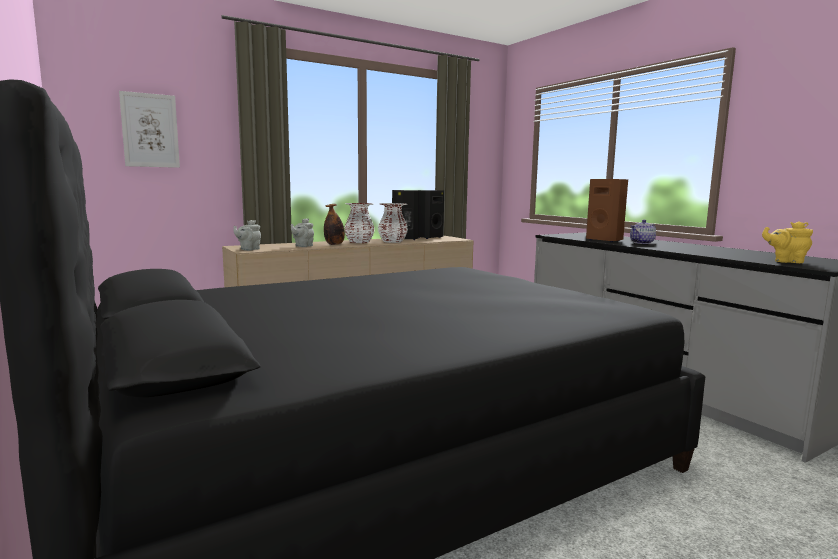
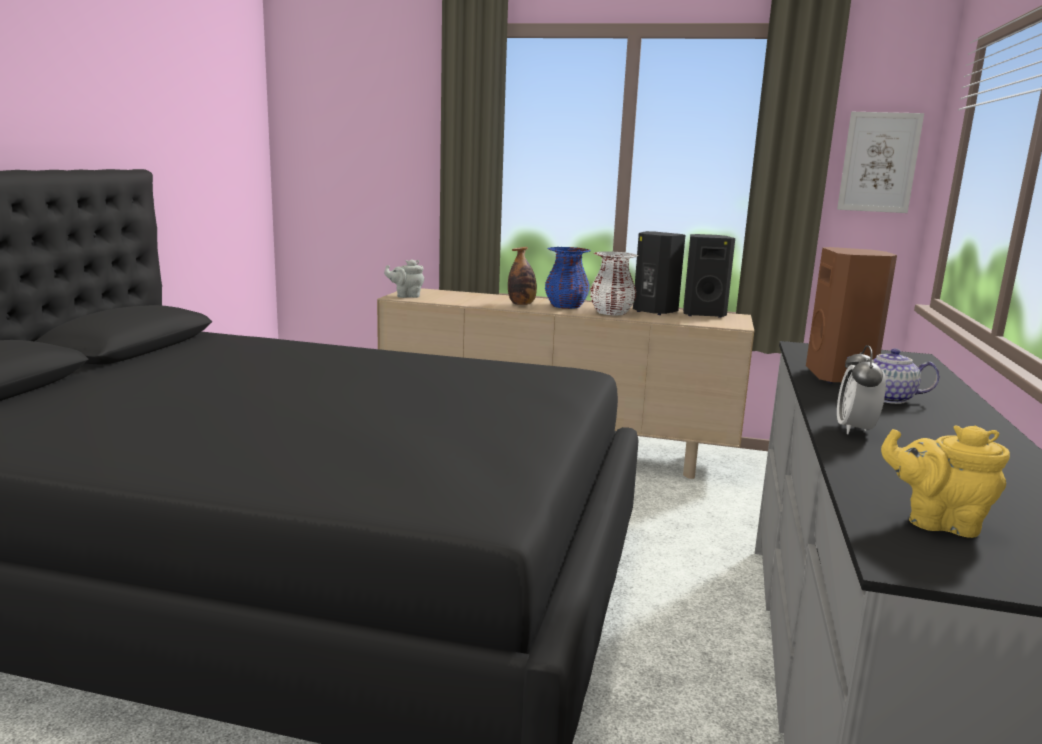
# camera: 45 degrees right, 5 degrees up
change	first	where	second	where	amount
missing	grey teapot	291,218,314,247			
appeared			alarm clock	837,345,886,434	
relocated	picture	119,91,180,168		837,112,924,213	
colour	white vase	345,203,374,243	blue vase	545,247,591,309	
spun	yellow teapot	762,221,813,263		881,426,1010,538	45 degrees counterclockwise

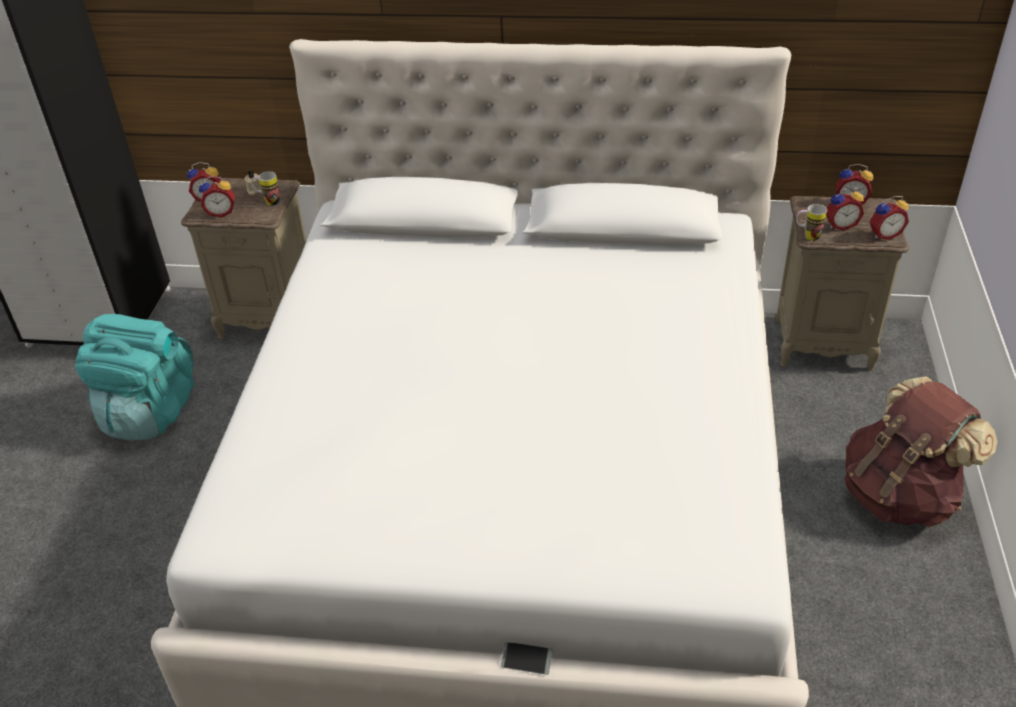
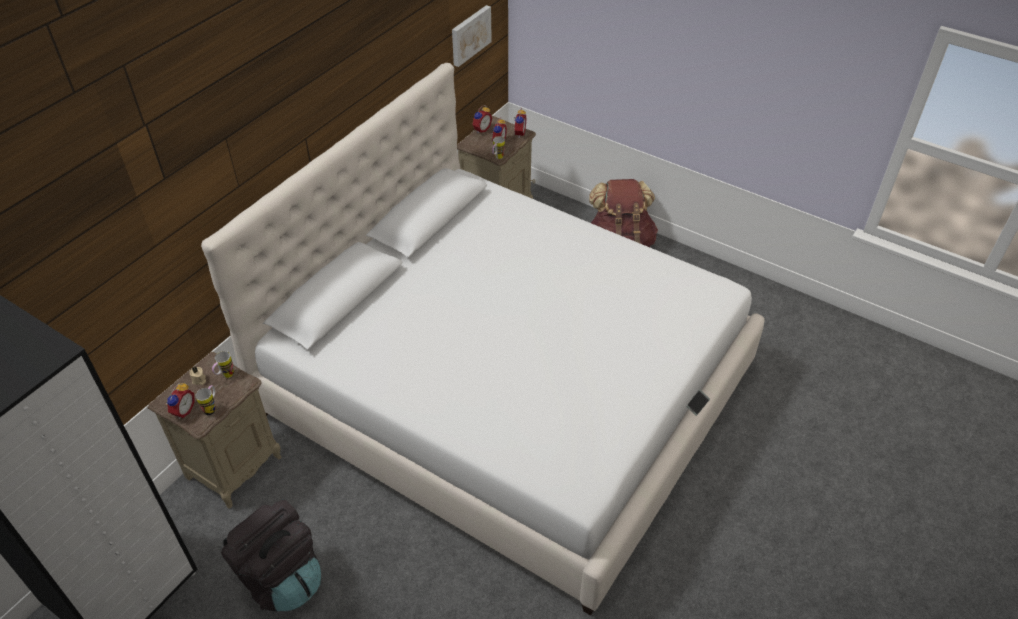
# camera: 65 degrees left, 5 degrees up
change	first	where	second	where	amount
appeared			picture	452,5,492,67	
exchanged	alarm clock	199,176,235,218	mug	195,385,216,416	
colour	turquoise backpack	75,314,194,441	black backpack	221,500,321,611	

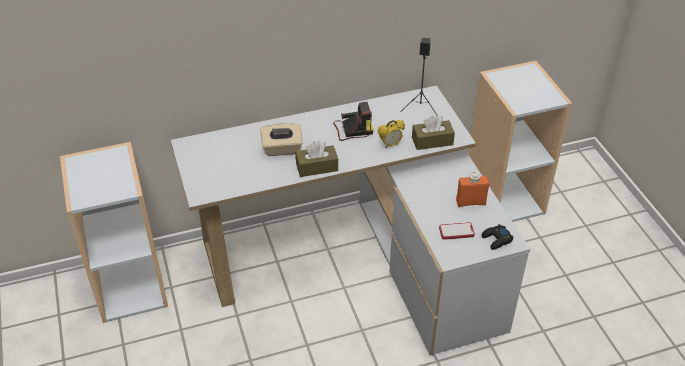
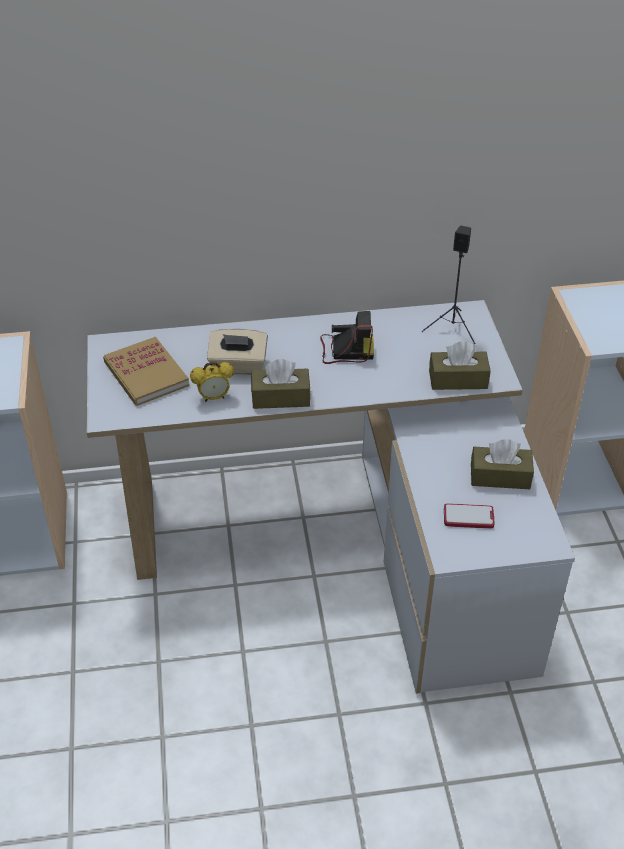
# camera: 10 degrees right, 0 degrees up
change	first	where	second	where	amount
missing	black game controller	481,224,513,250			
appeared			book	103,337,189,406	
relocated	alarm clock	378,120,405,148		190,361,234,402	
exchanged	orange bottle	456,172,489,207	brown tissue box	471,439,534,489	

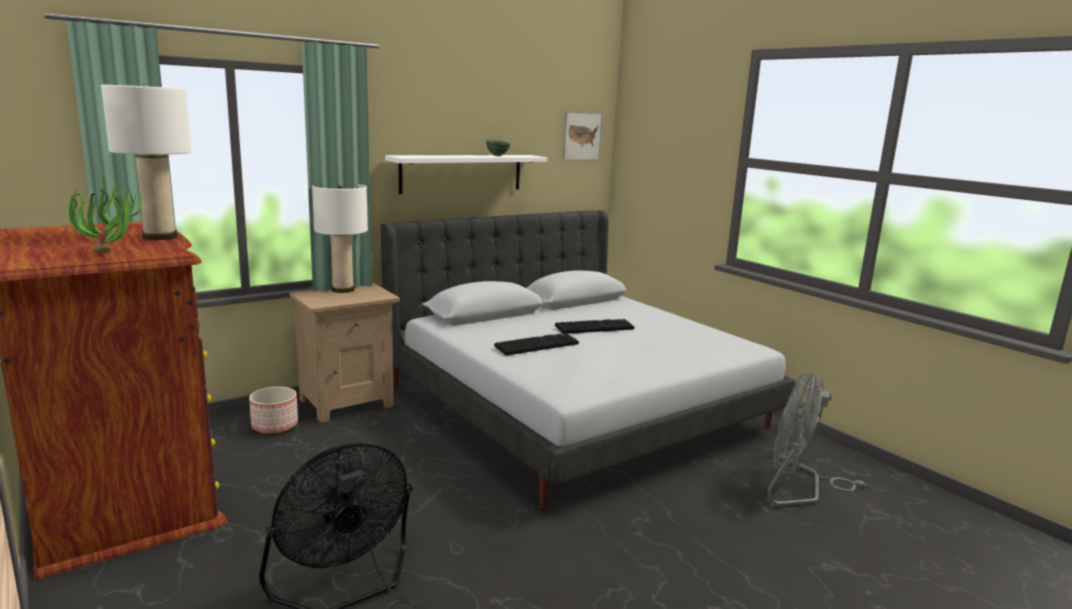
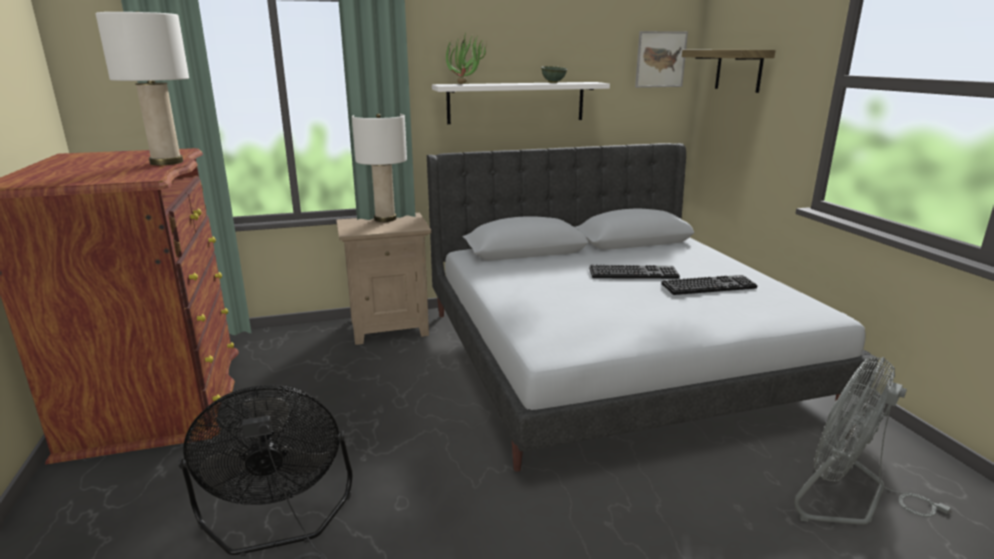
# camera: 20 degrees right, 5 degrees up
change	first	where	second	where	amount
missing	planter	249,387,298,434			
appeared			shelf	682,50,776,93	
relocated	potted plant	66,174,142,254		445,32,487,84	
relocated	keyboard	494,333,579,356		661,275,758,295	

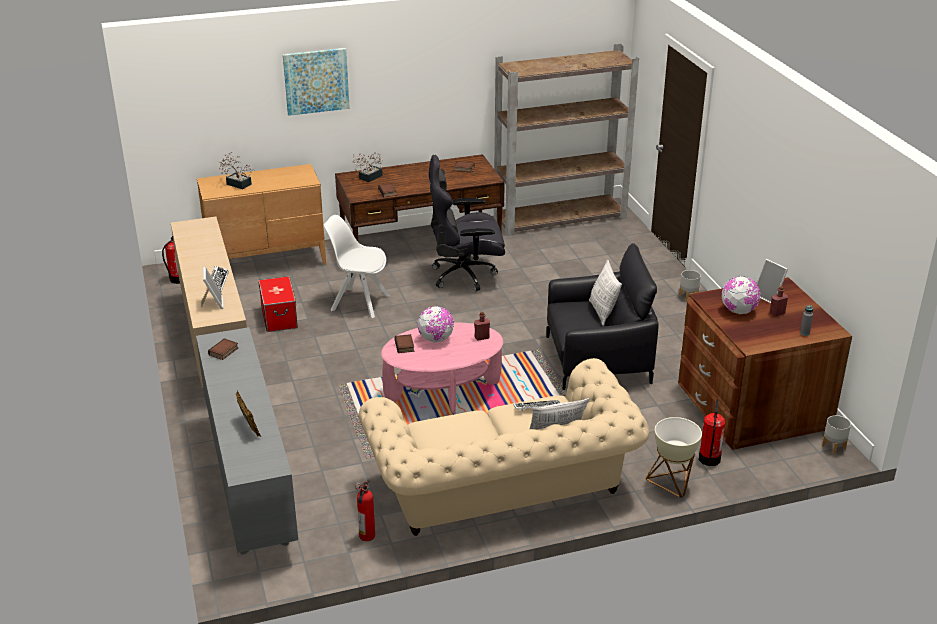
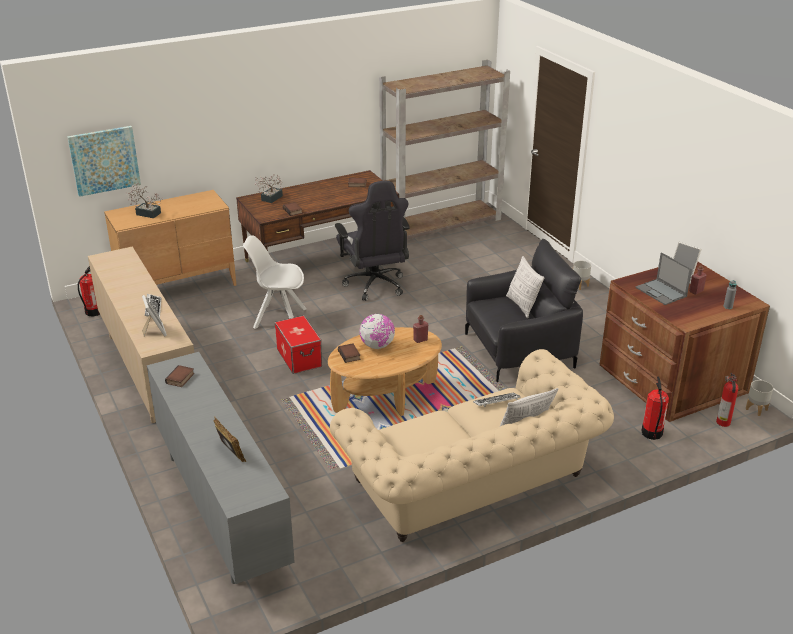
# camera: 10 degrees left, 0 degrees up
change	first	where	second	where	amount
missing	planter	646,417,702,497			
relocated	storage box	258,276,298,332		275,315,322,374	
relocated	picture	283,48,350,116		67,126,141,197	
relocated	fire extinguisher	355,480,375,541		716,373,738,427	
exchanged	globe	722,276,760,314	laptop	635,252,692,305	
colour	pink coffee table	381,323,503,414	brown coffee table	328,327,442,416	
spun	black office chair	429,155,505,291		335,181,410,301	90 degrees counterclockwise

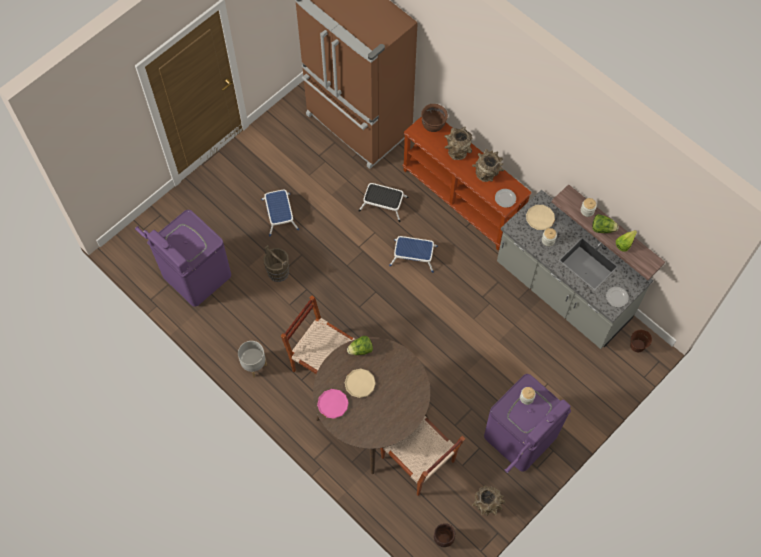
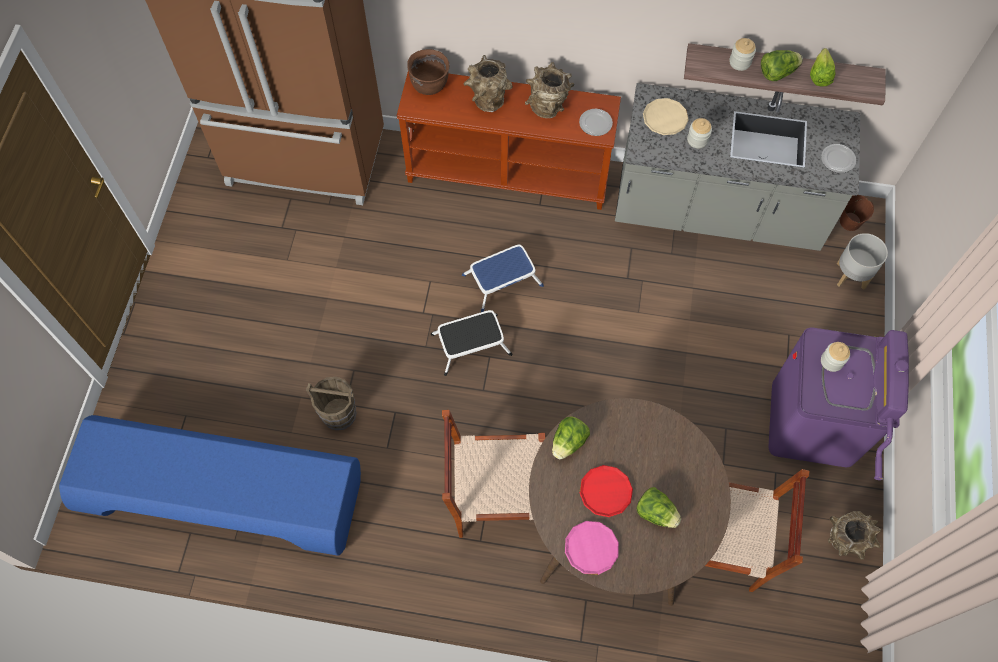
# camera: 35 degrees left, 0 degrees up
change	first	where	second	where	amount
missing	blue step ladder	261,190,299,236			
missing	brown planter	434,523,456,547			
appeared			lettuce	636,487,681,528	
relocated	grey planter	238,341,267,378		837,233,888,290	
relocated	black step ladder	358,183,409,222		430,310,512,376	
exchanged	purple washing machine	135,210,231,307	blue bench	59,415,361,556	
colour	beige plate	345,368,376,398	red plate	579,465,633,517	

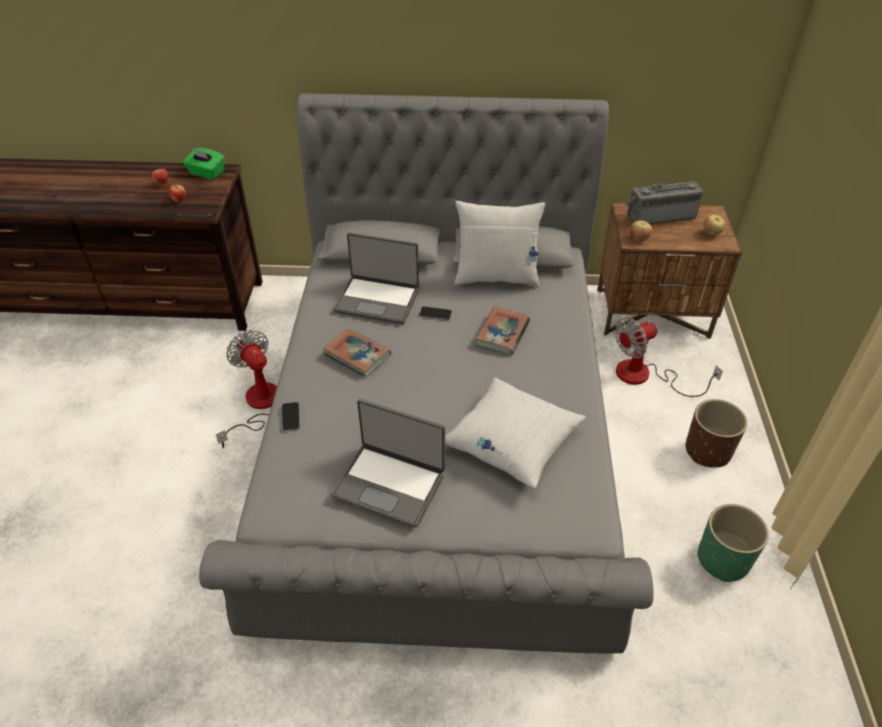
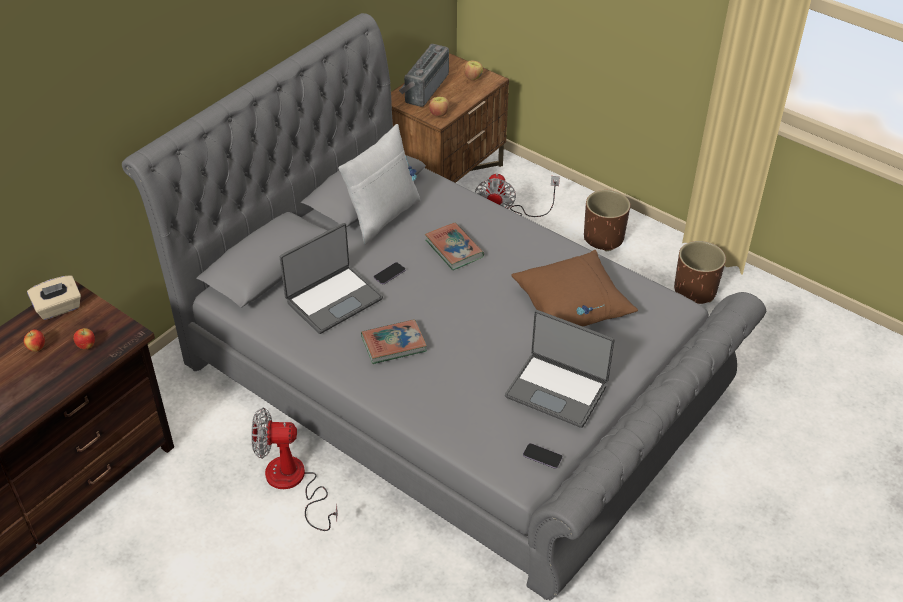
# camera: 55 degrees left, 0 degrees up
change	first	where	second	where	amount
relocated	phone	282,402,300,431		523,443,563,469	
colour	green tissue box	183,148,224,180	beige tissue box	27,275,81,320	
colour	grey pillow	445,377,586,489	brown pillow	511,250,638,327	
colour	green planter	697,504,769,582	brown planter	674,241,726,304	
spun	laptop	331,399,445,527		505,310,615,428	60 degrees clockwise

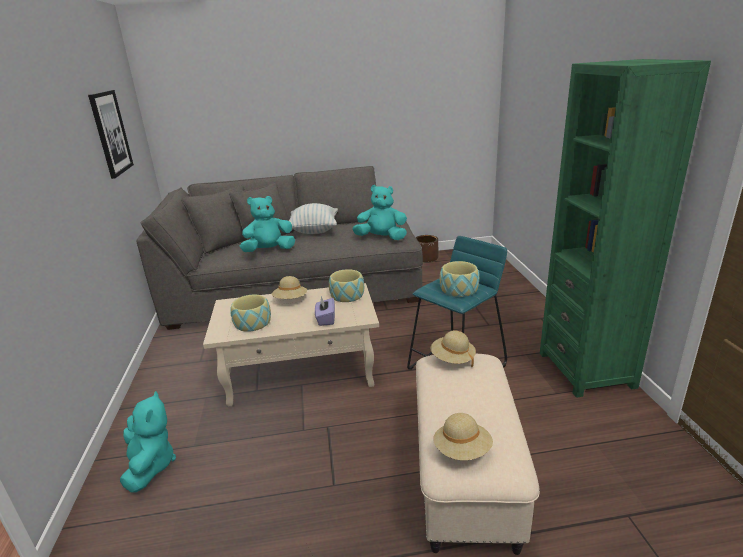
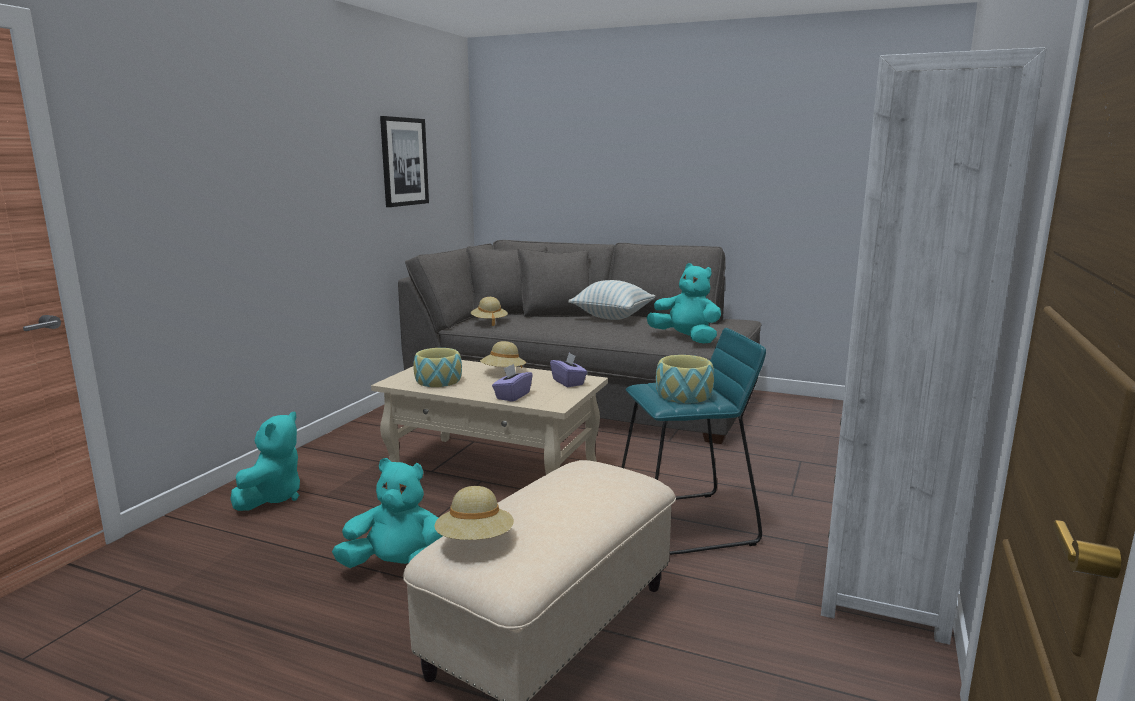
# camera: 30 degrees right, 10 degrees down
change	first	where	second	where	amount
missing	brown planter	416,235,438,263			
relocated	turquoise plush toy	240,196,295,252		332,458,443,568	
relocated	beige hat	431,330,476,367		471,297,508,326	
exchanged	bowl	329,269,364,302	purple tissue box	550,353,587,387	
colour	green bookcase	540,59,711,398	white bookcase	821,47,1046,645	

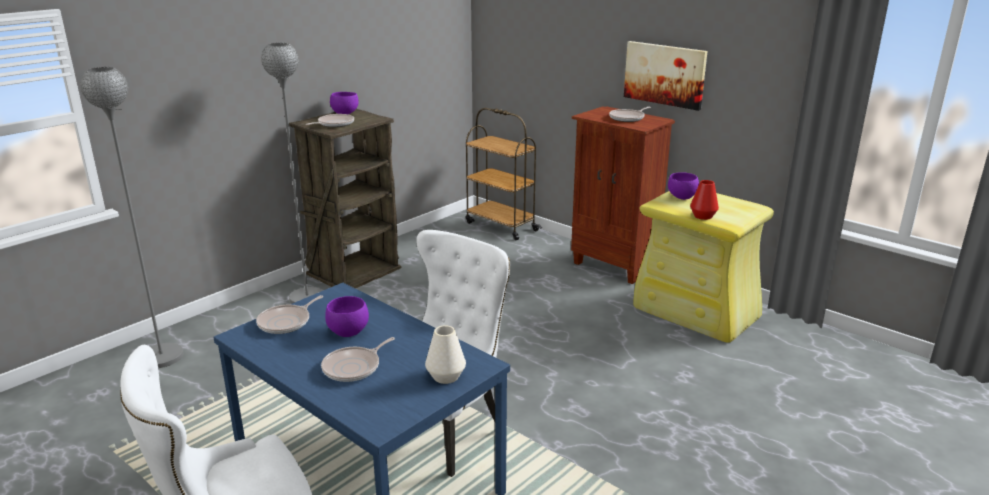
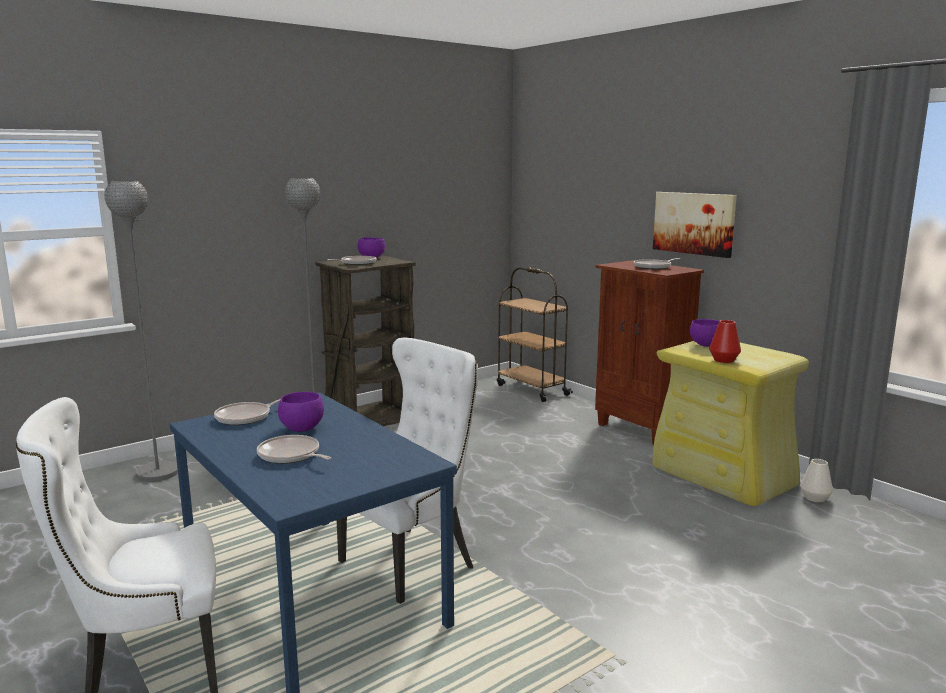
# camera: 10 degrees right, 10 degrees down
change	first	where	second	where	amount
relocated	white vase	425,325,466,384		800,459,833,502	
spun	frying pan	321,337,395,382		257,435,331,464	75 degrees clockwise

